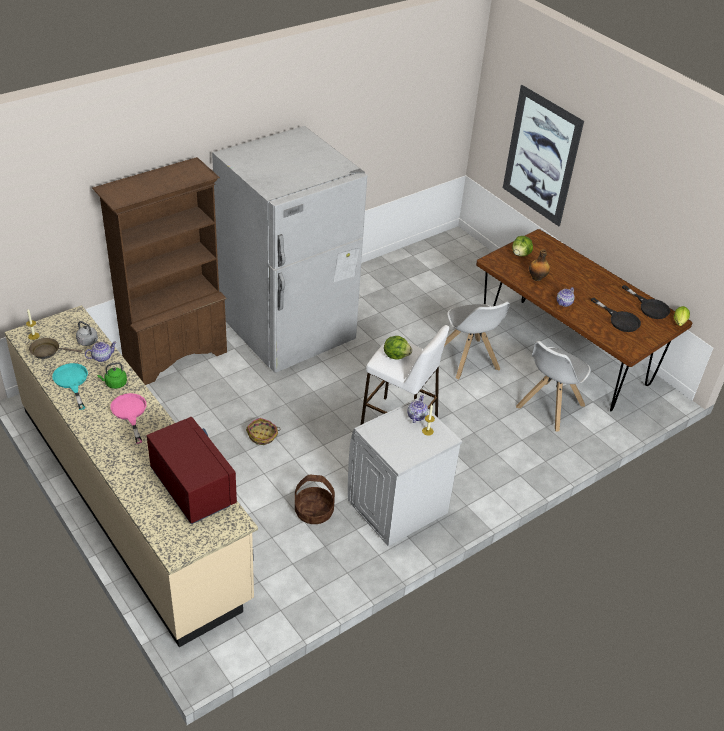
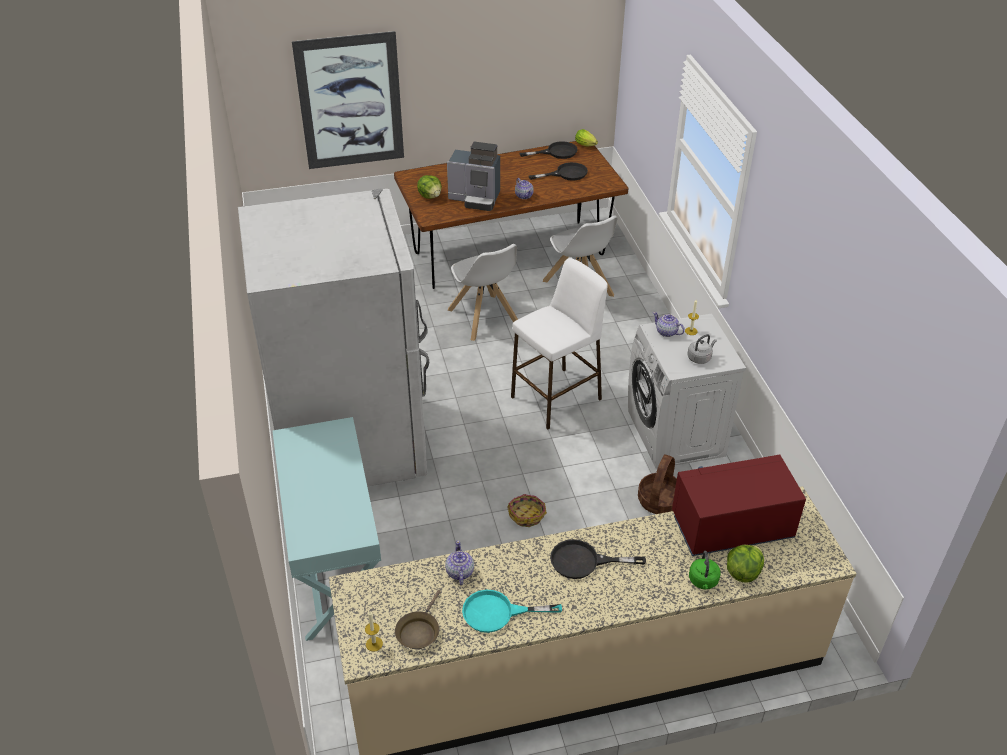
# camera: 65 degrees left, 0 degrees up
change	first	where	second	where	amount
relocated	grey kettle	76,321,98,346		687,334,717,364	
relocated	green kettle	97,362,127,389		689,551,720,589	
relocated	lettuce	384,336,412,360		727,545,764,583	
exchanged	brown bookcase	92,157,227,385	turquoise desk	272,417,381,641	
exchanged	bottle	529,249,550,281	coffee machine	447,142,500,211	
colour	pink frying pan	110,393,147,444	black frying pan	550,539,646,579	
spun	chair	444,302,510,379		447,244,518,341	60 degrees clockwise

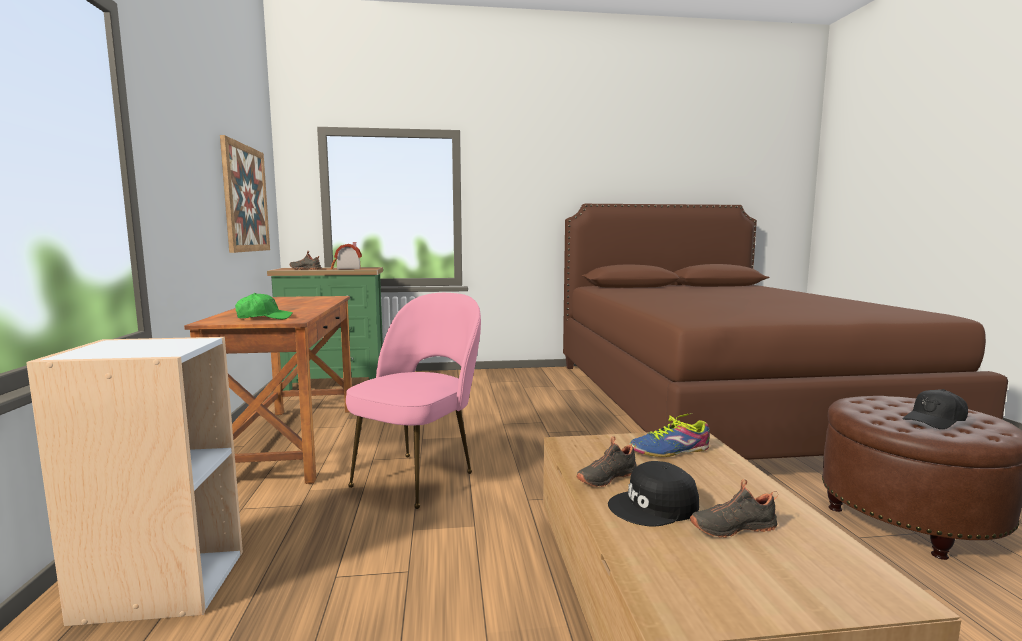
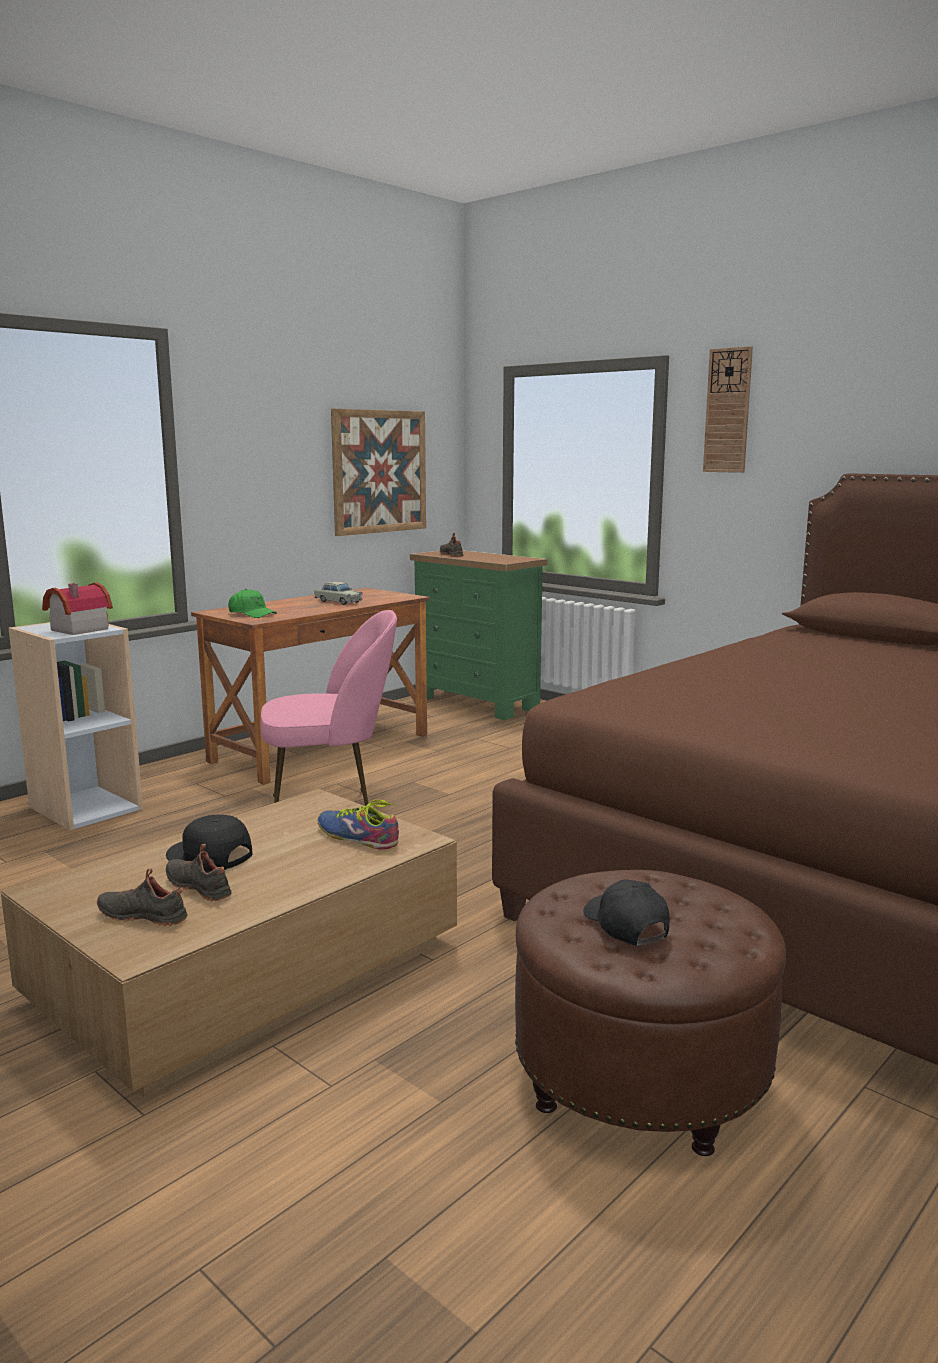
# camera: 50 degrees right, 5 degrees up
change	first	where	second	where	amount
appeared			beige toy car	314,582,363,605	
appeared			wall clock	703,346,753,473	
relocated	toy house	331,242,362,269		42,582,113,635	
relocated	black shoe	577,436,637,487		97,868,188,926	
spun	black cap	903,389,968,429		583,879,670,946	45 degrees clockwise

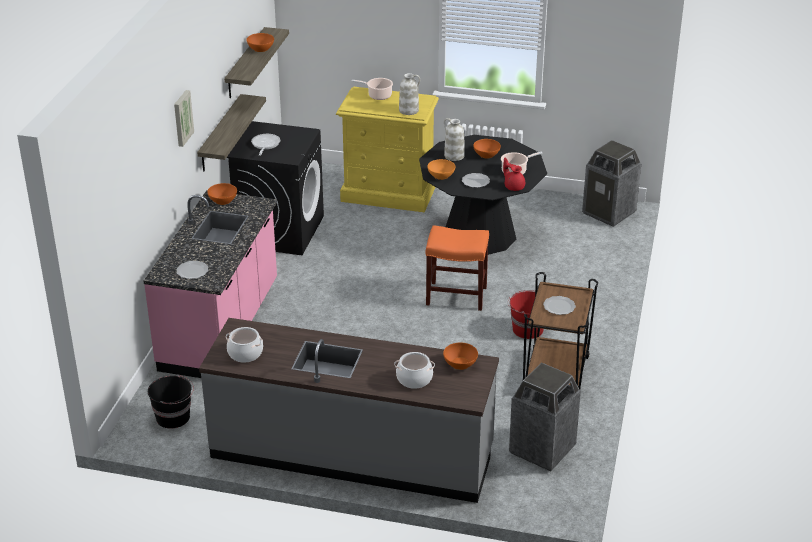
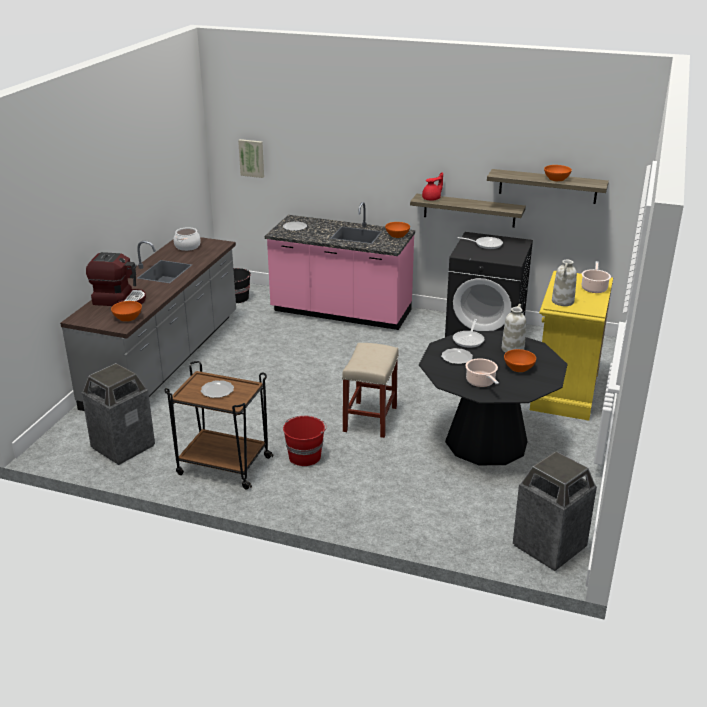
# camera: 95 degrees right, 5 degrees down
change	first	where	second	where	amount
relocated	picture	174,90,194,147		238,139,264,178	
relocated	red teapot	503,158,525,191		422,172,443,201	
exchanged	cooking pot	394,352,435,389	coffee machine	86,252,146,306	
exchanged	orange bowl	427,159,455,180	frying pan	453,319,484,348	
colour	orange stool	426,225,489,311	beige stool	342,343,399,438	

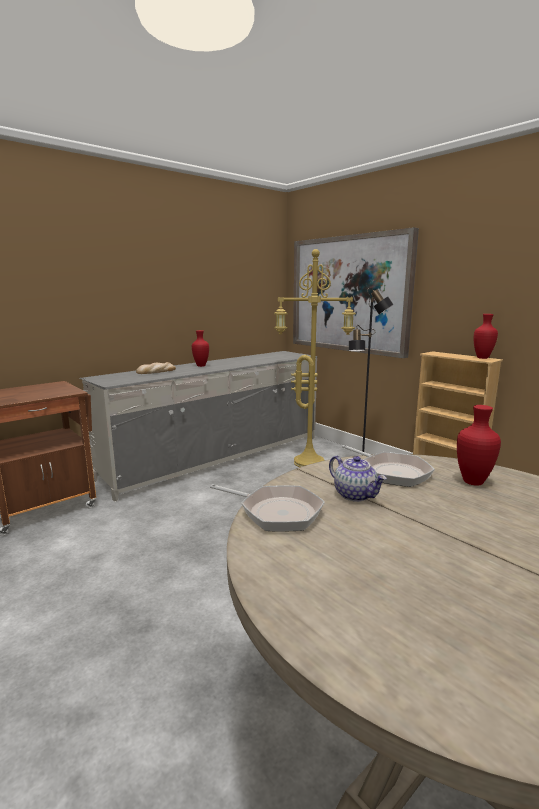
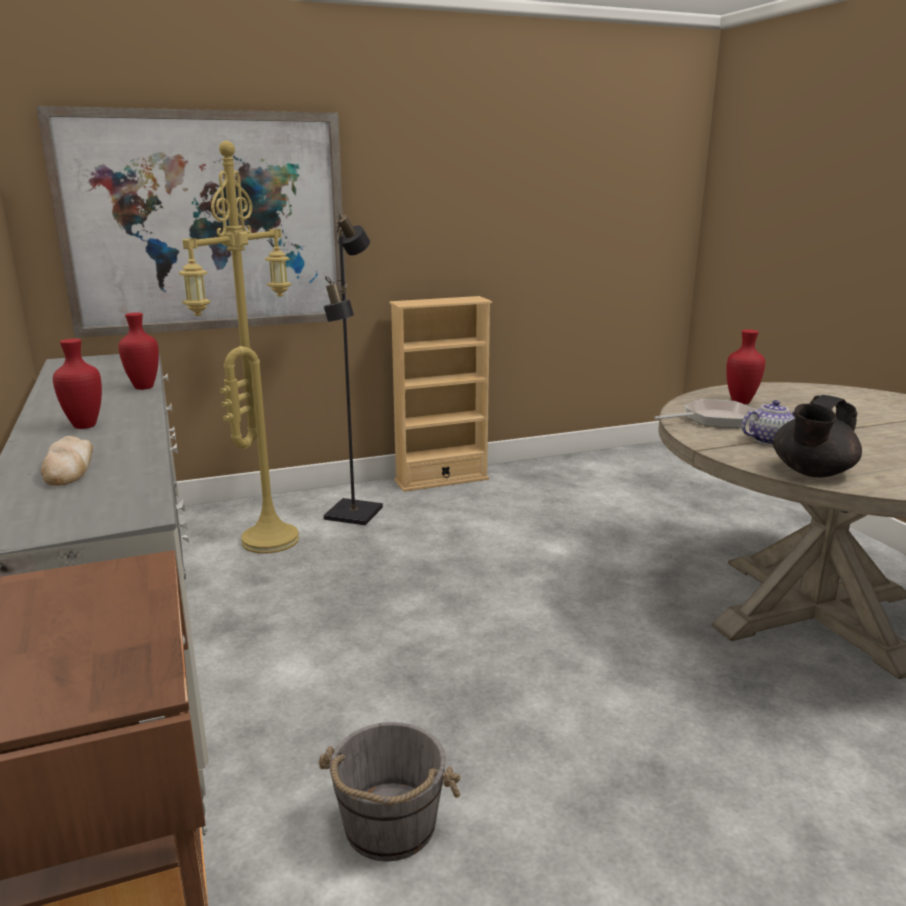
# camera: 70 degrees left, 5 degrees up
change	first	where	second	where	amount
appeared			grey bucket	318,722,460,862	
relocated	red vase	474,314,498,359		118,312,159,390	
exchanged	frying pan	210,484,325,532	black teapot	773,395,862,477	

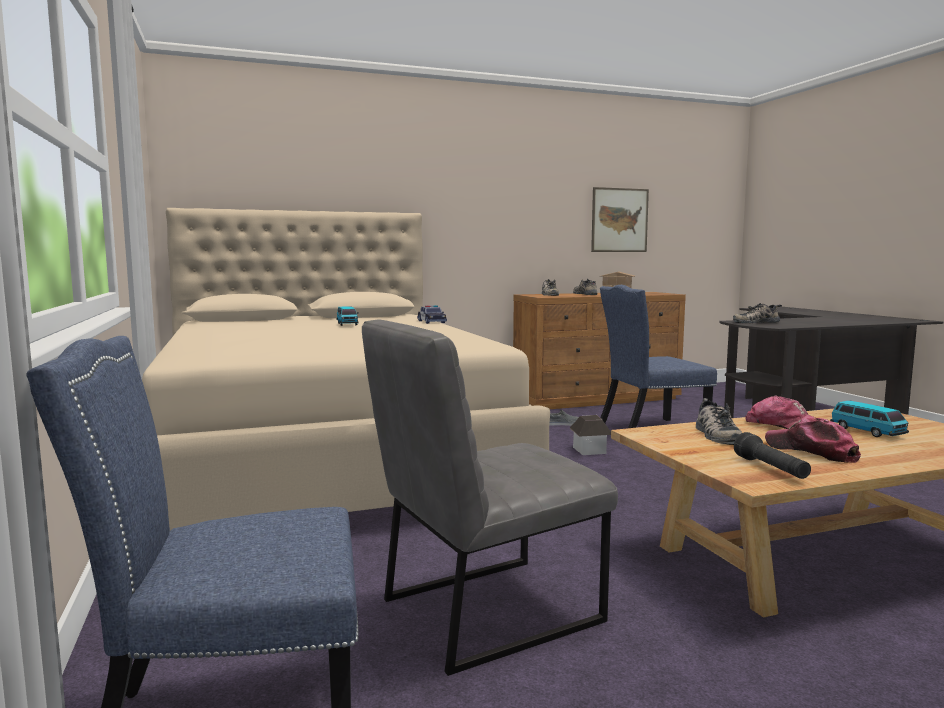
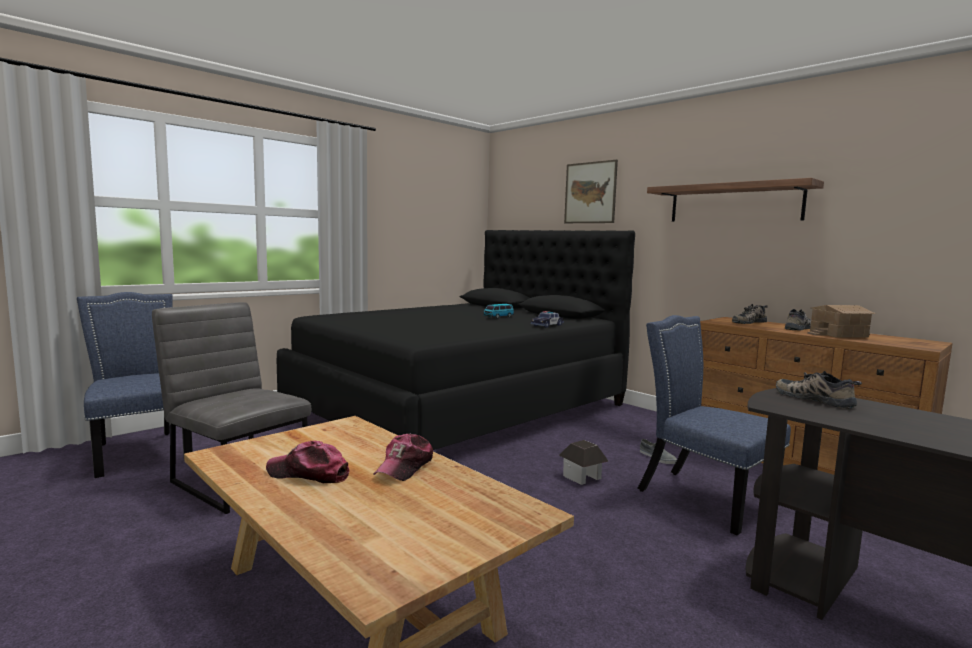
# camera: 65 degrees right, 0 degrees up
change	first	where	second	where	amount
missing	shoe	696,398,742,445			
missing	black flashlight	734,432,811,479			
missing	toy car	830,401,909,437			
appeared			shelf	647,178,824,222	
relocated	picture	591,187,649,252		564,160,618,223	
colour	beige bed	142,208,550,530	black bed	277,230,635,450	
spun	cap	765,418,861,463		266,441,350,483	105 degrees counterclockwise

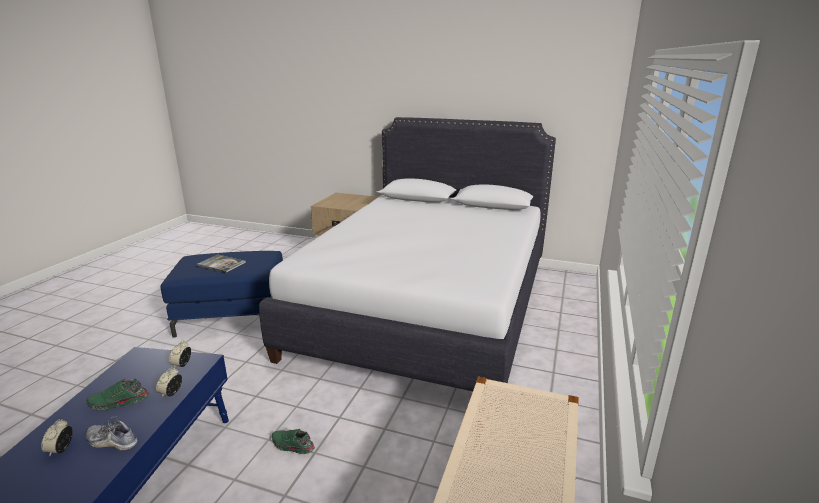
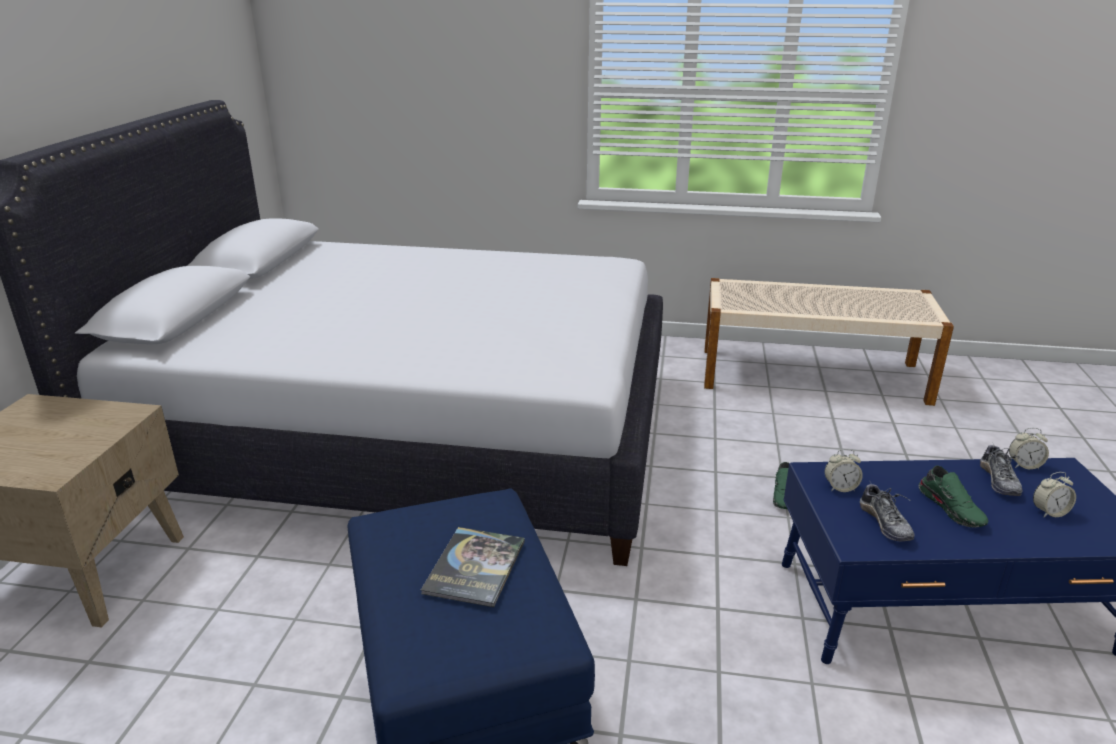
# camera: 100 degrees left, 5 degrees up
change	first	where	second	where	amount
appeared			shoe	860,482,915,541	
relocated	alarm clock	156,367,182,397		1009,428,1049,469	

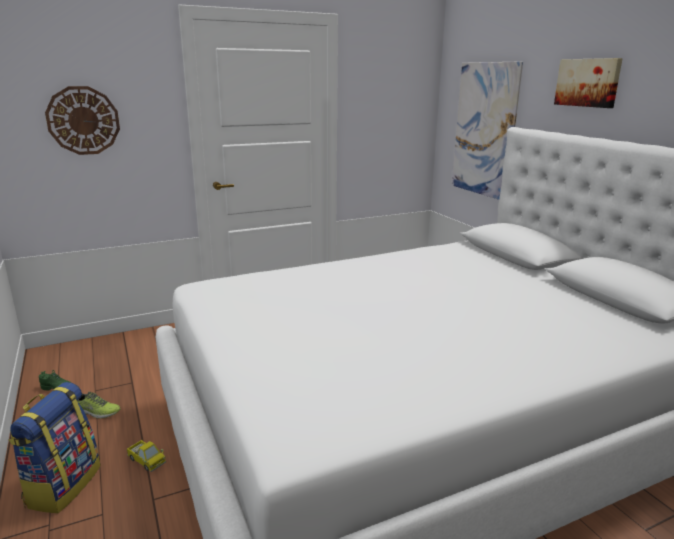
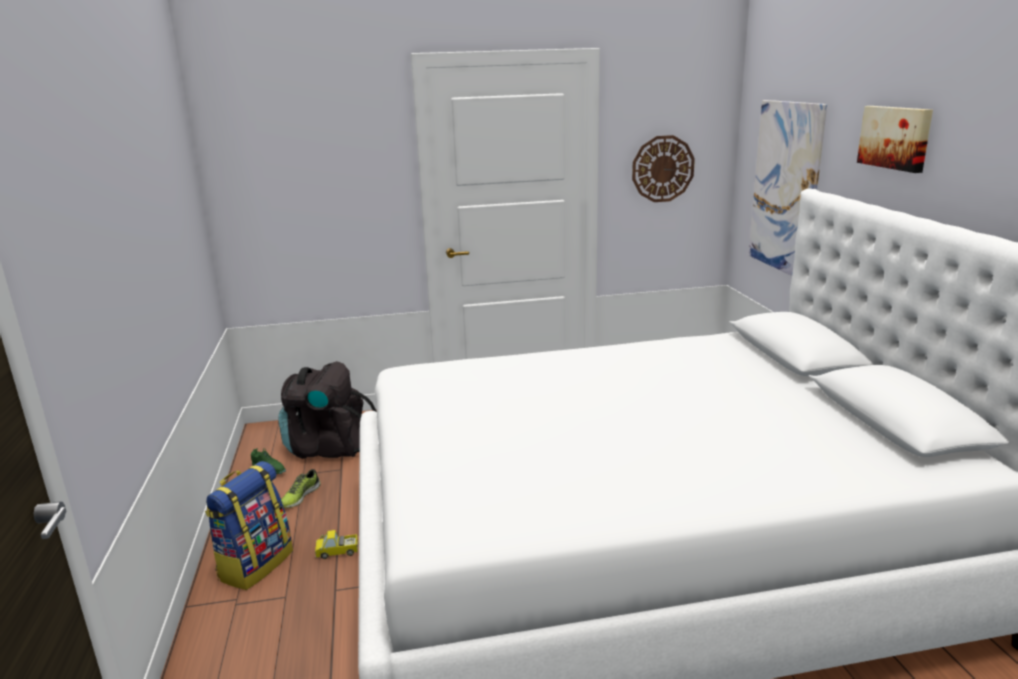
# camera: 15 degrees right, 0 degrees up
change	first	where	second	where	amount
appeared			black backpack	278,361,377,459	
relocated	wall clock	45,86,120,155		632,135,695,202	
spun	shoe	77,392,121,419		281,469,320,508	90 degrees clockwise
spun	toy truck	126,440,166,472		315,530,358,559	120 degrees clockwise

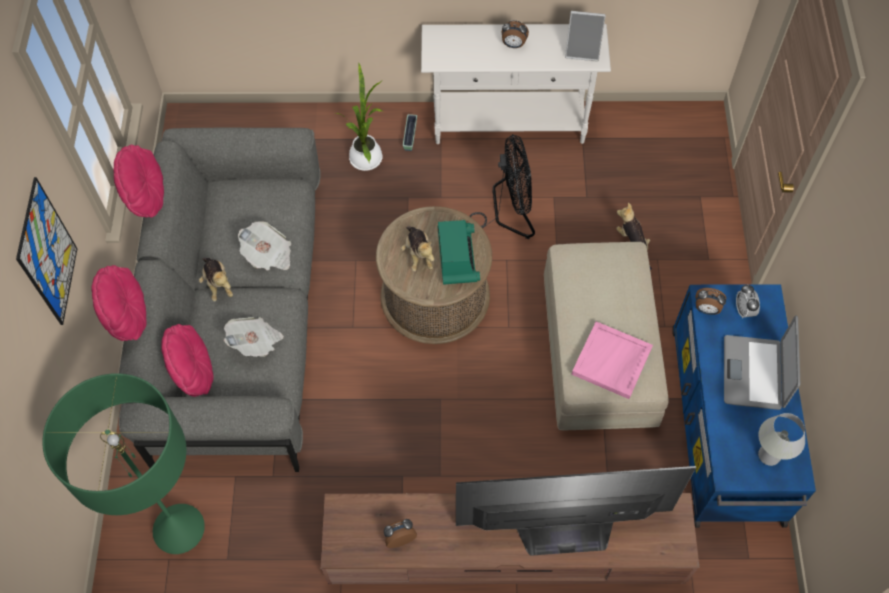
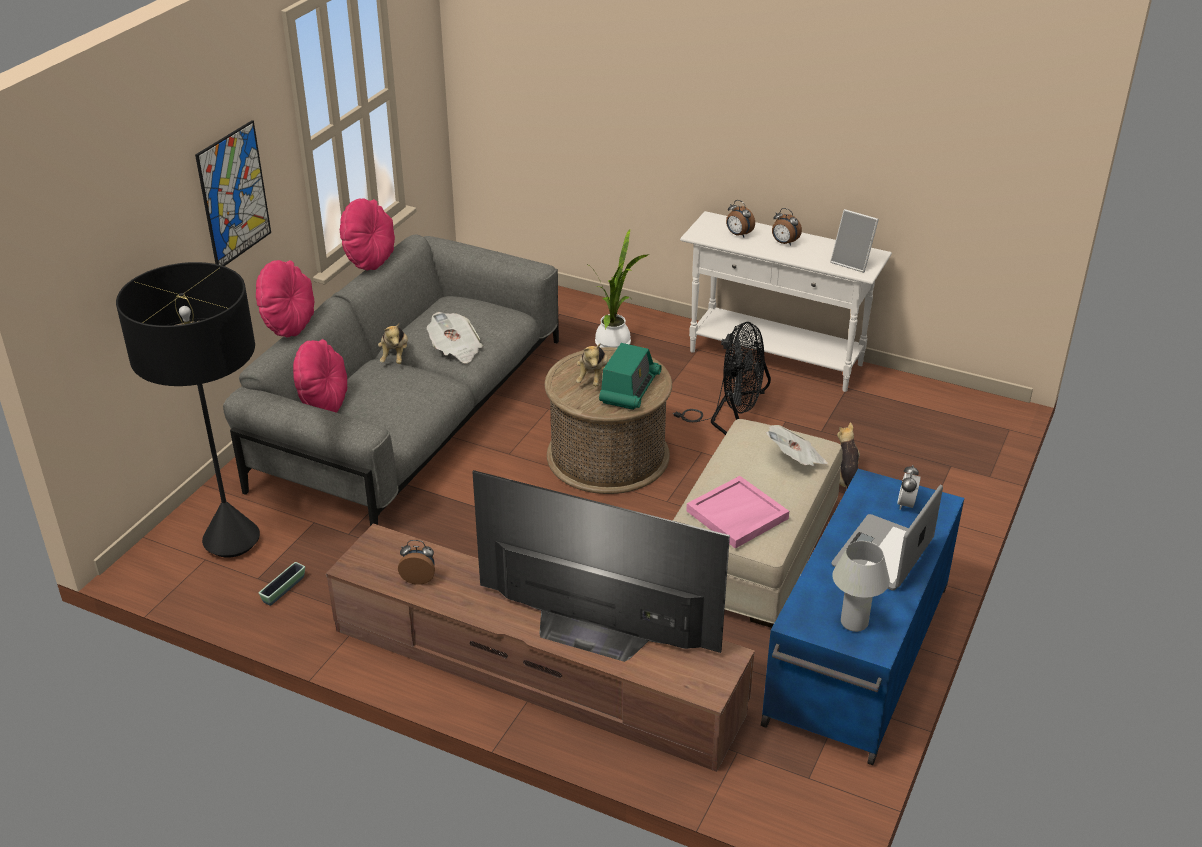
# camera: 25 degrees right, 25 degrees down
change	first	where	second	where	amount
relocated	newspaper	224,317,284,357		766,425,828,466	
relocated	planter	403,114,417,151		259,562,305,606	
relocated	alarm clock	695,288,726,315		726,200,755,237	
colour	green floor lamp	42,373,205,554	black floor lamp	116,262,260,558	

